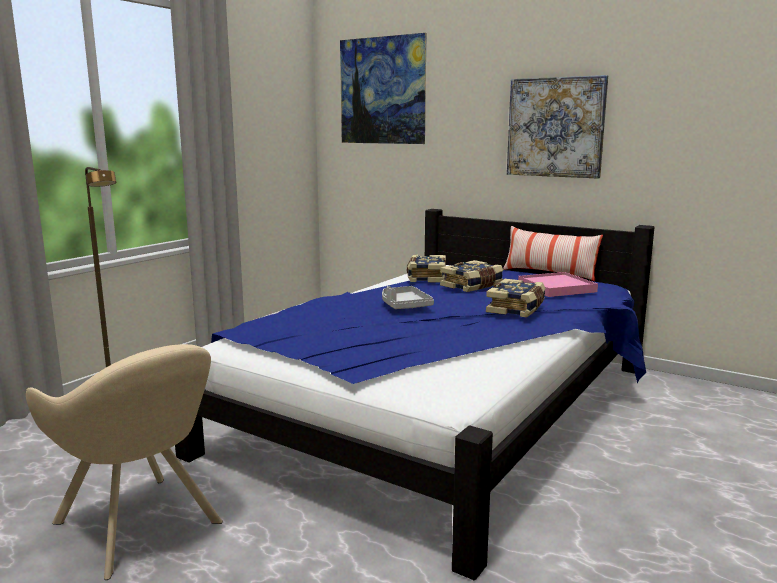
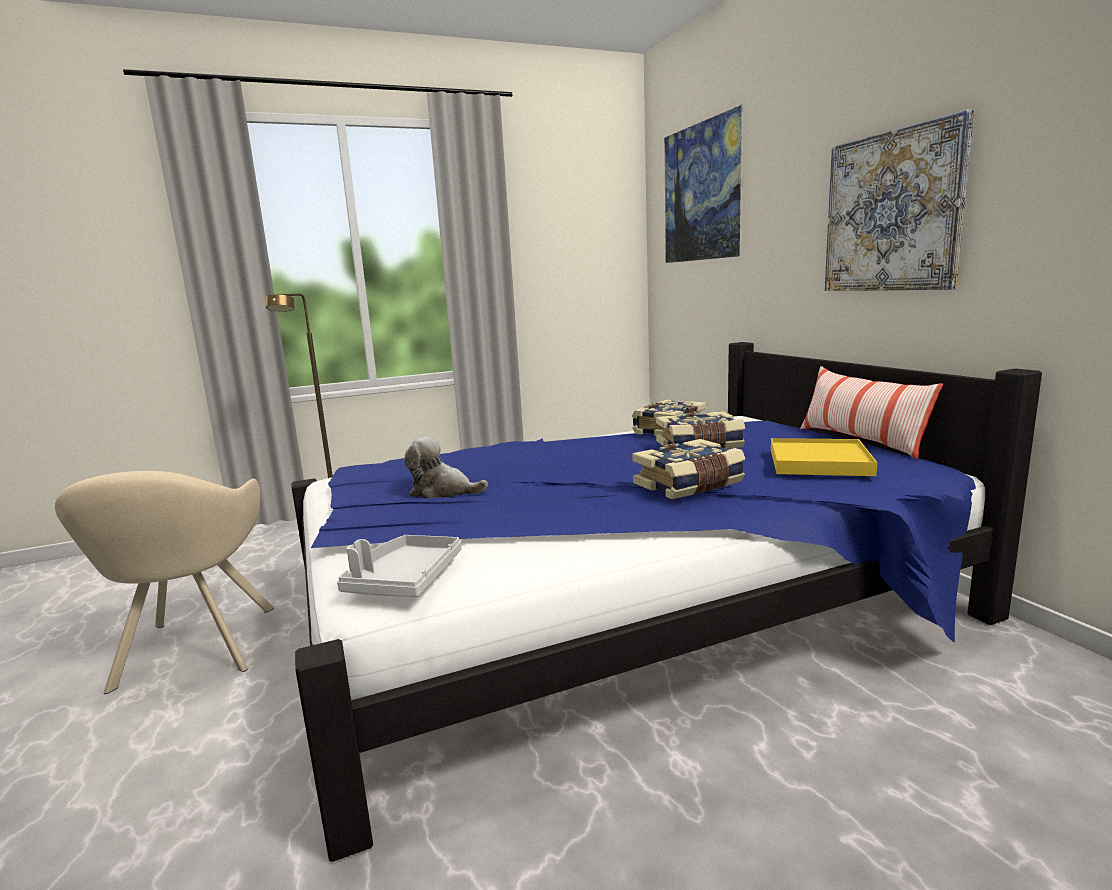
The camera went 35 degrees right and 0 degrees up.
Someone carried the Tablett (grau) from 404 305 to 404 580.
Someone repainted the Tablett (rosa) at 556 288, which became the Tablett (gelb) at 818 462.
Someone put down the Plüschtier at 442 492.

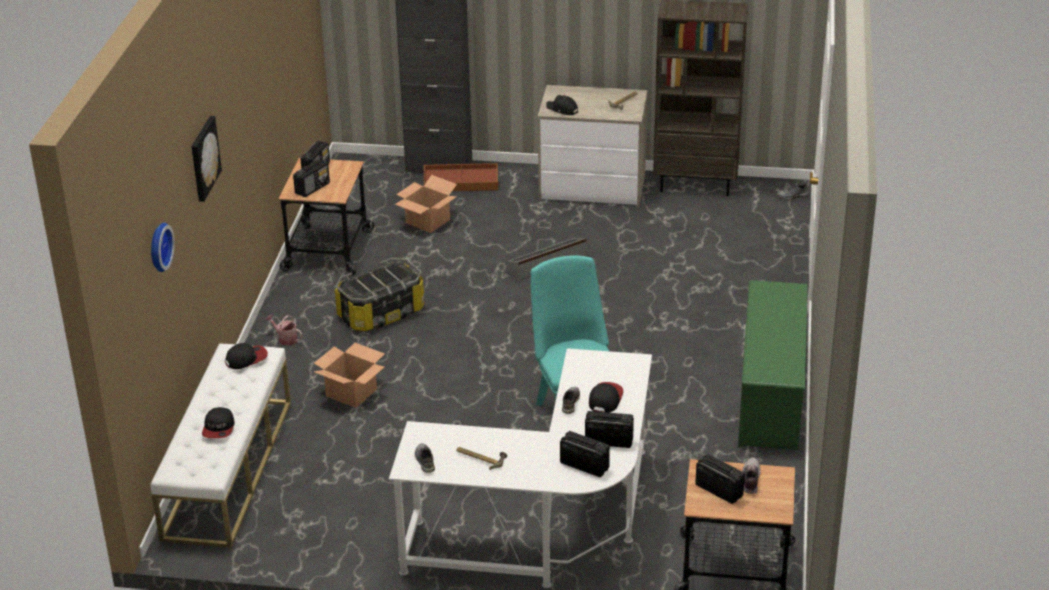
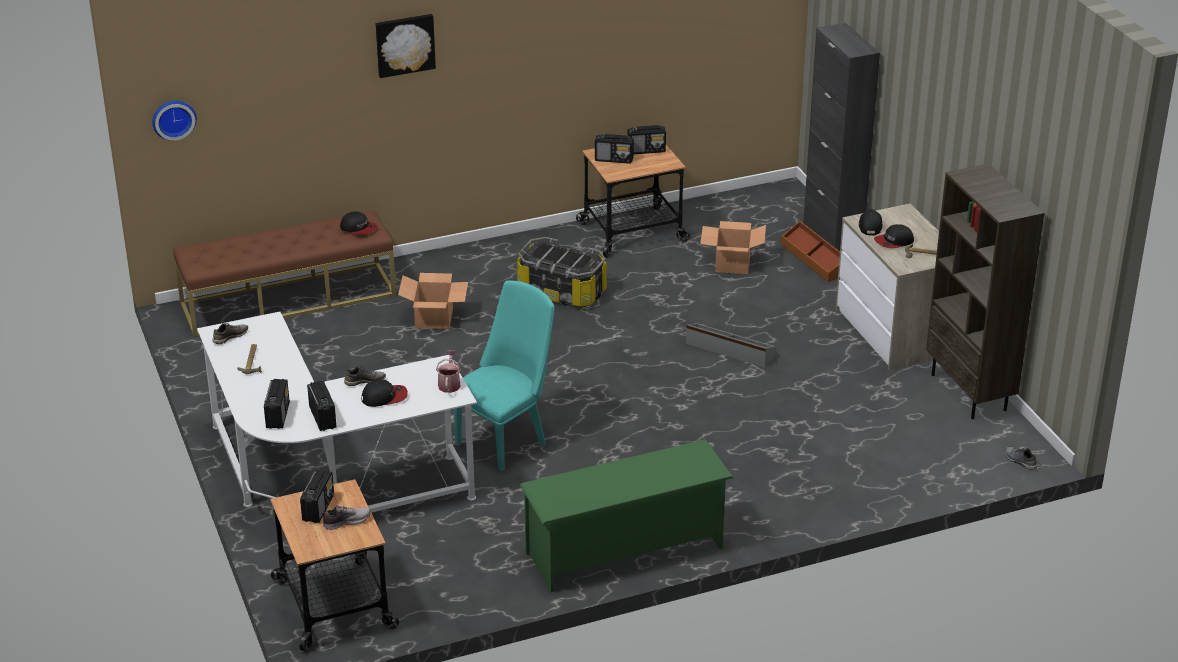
The camera went 60 degrees right and 0 degrees up.
Someone carried the Wanduhr from 158 247 to 173 118.
Someone repainted the Bank (weiß) at 228 468, which became the Bank (braun) at 288 299.
Someone carried the Kappe from 219 428 to 894 242.
Someone carried the Gießkanne from 285 339 to 449 384.

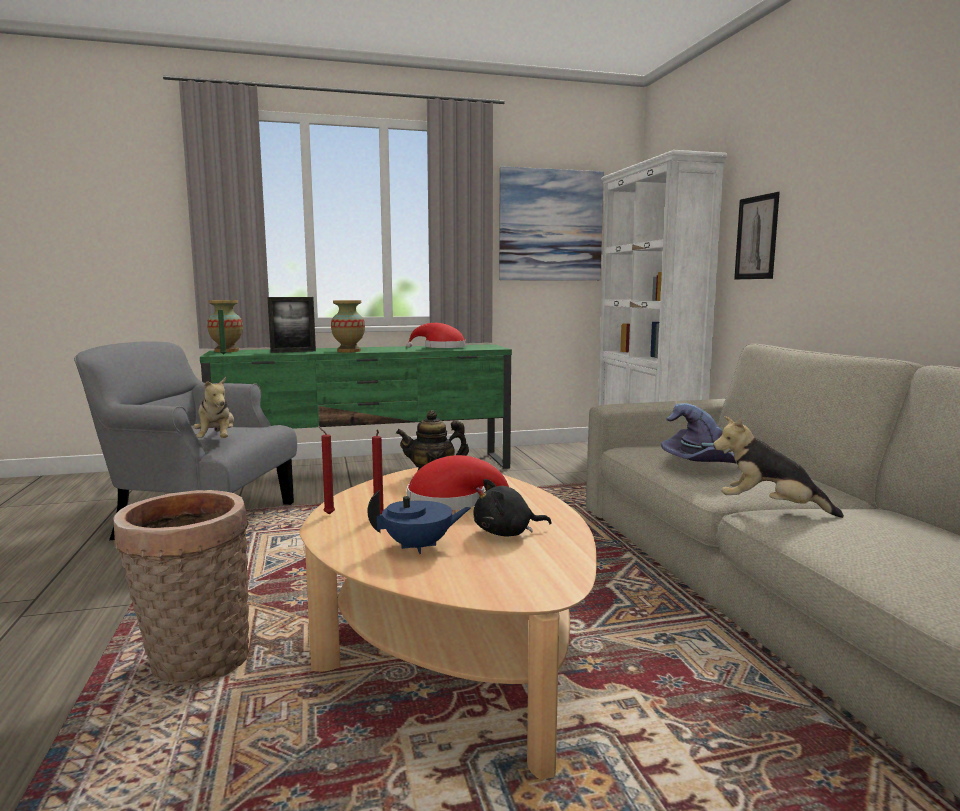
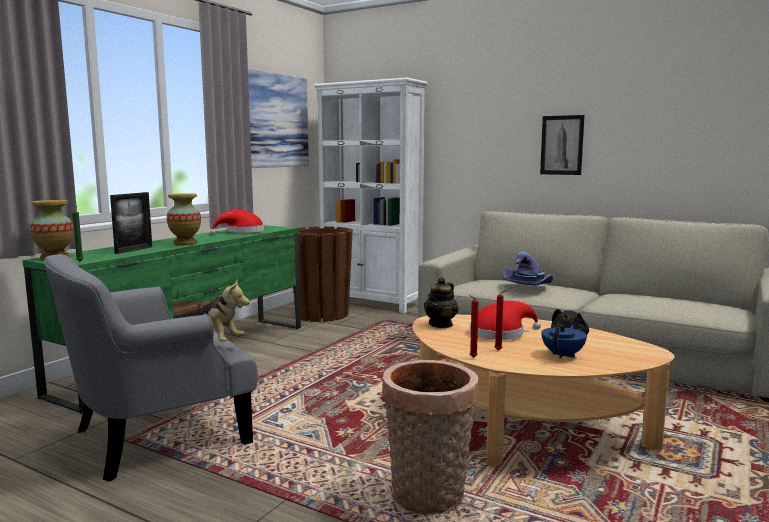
The camera went 45 degrees left and 0 degrees up.
Someone took away the Plüschtier at 770 508.
Someone carried the Bild from 756 237 to 562 145.
Someone put down the Pflanzkübel (braun) at 322 314.

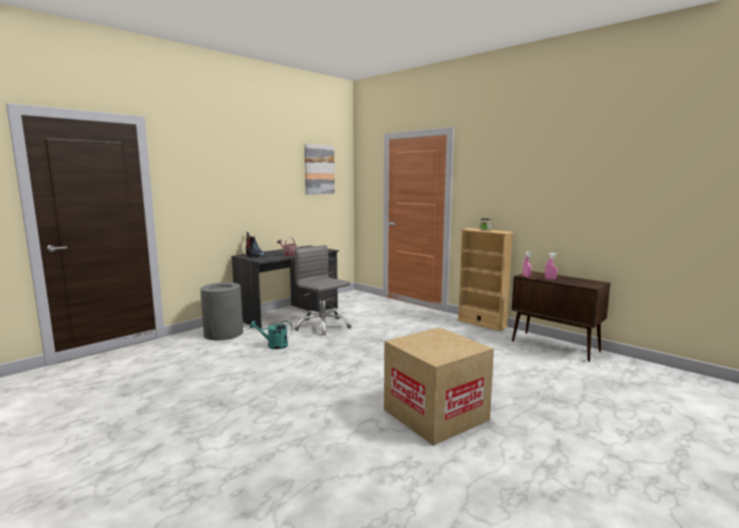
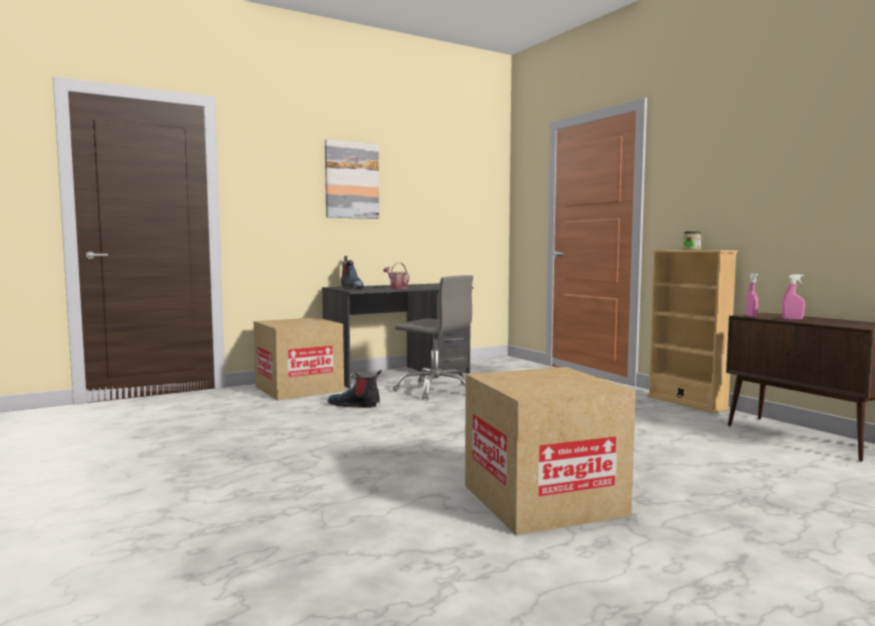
The camera went 15 degrees right and 5 degrees down.
Someone swapped the Mülleimer (grau) at 223 333 for the Karton at 299 389.
Someone swapped the Gießkanne (türkis) at 274 345 for the Stiefel at 355 405.
Someone rotated the Bürostuhl (grau) at 322 326 by 150 degrees clockwise.
Someone carried the Bild from 319 169 to 351 180.

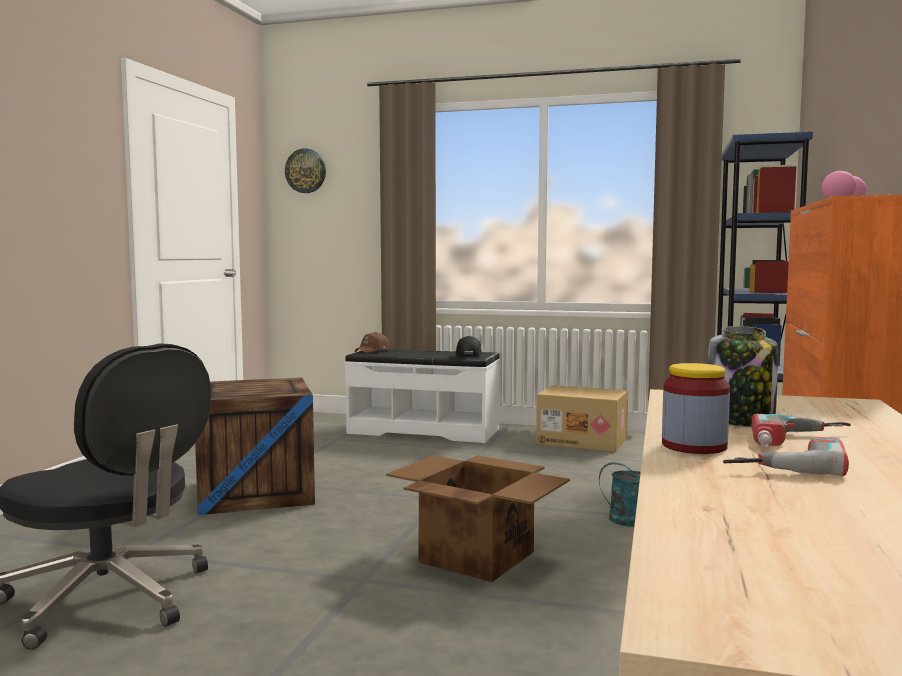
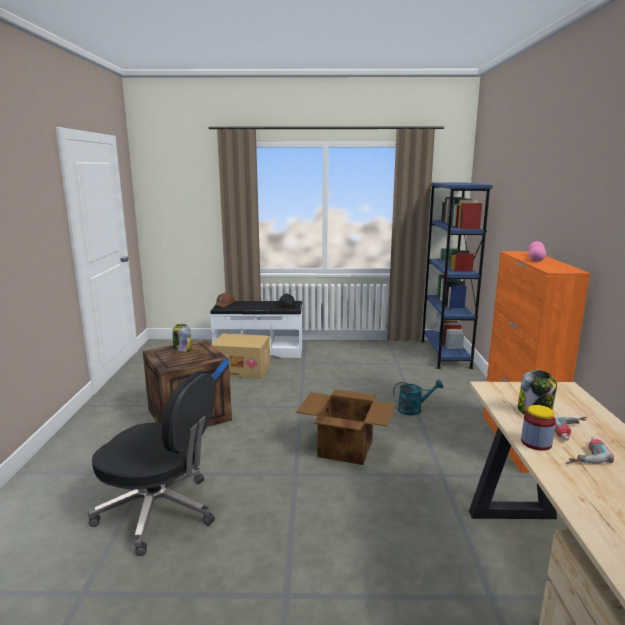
The camera went 15 degrees left and 10 degrees up.
Someone took away the Wanduhr at 306 171.
Someone carried the Karton from 583 441 to 242 369.
Someone put down the Vorratsglas at 182 349.

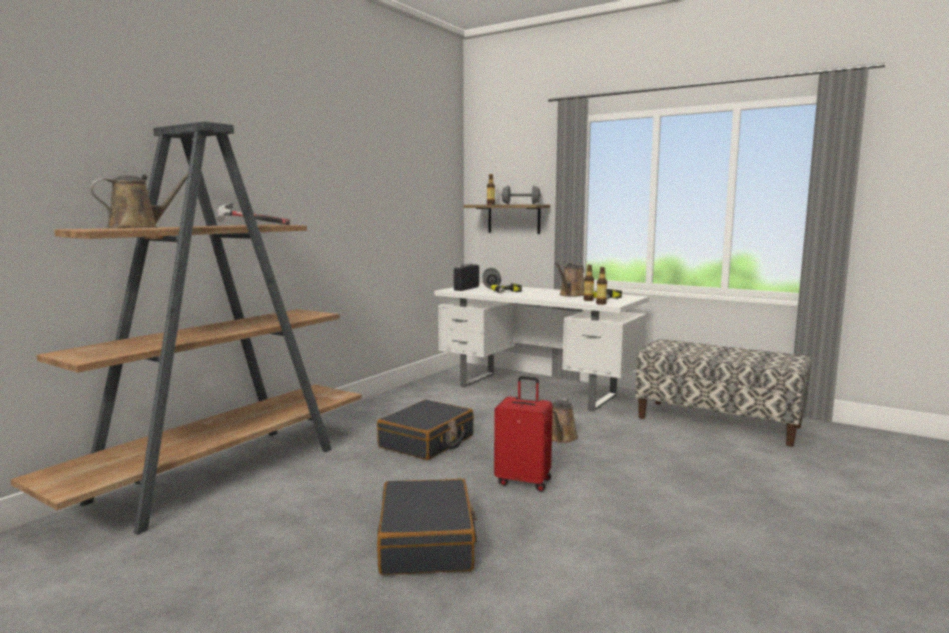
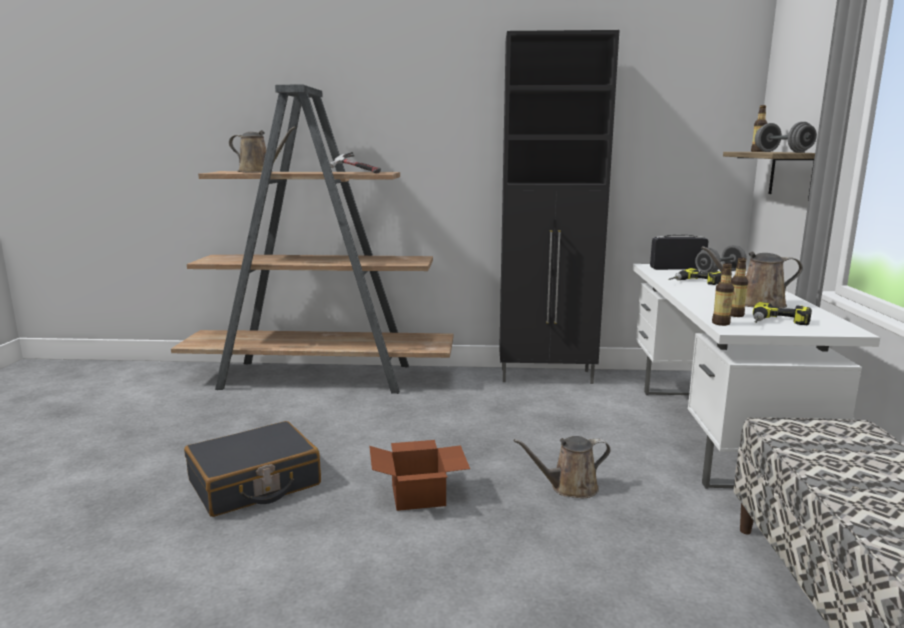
The camera went 60 degrees right and 5 degrees up.
Someone took away the Koffer (schwarz) at 427 442.
Someone swapped the Koffer (rot) at 524 481 for the Karton at 420 495.
Someone put down the Schrank (schwarz) at 547 376.

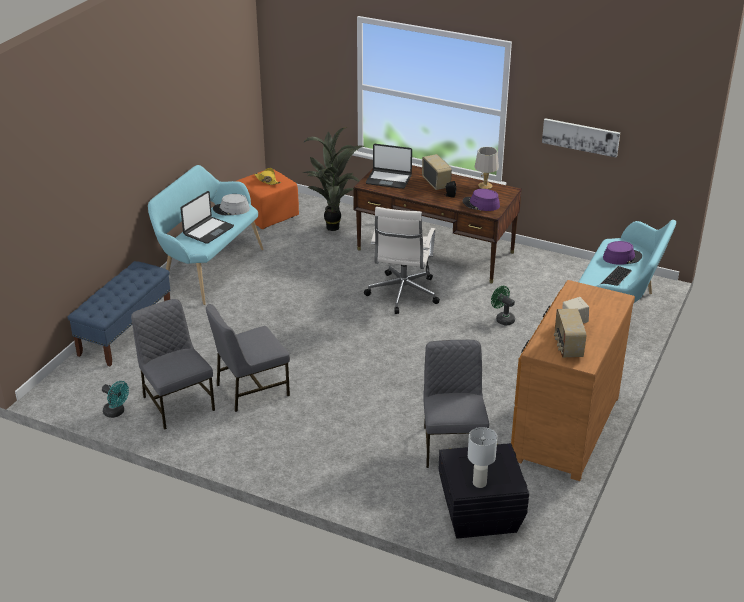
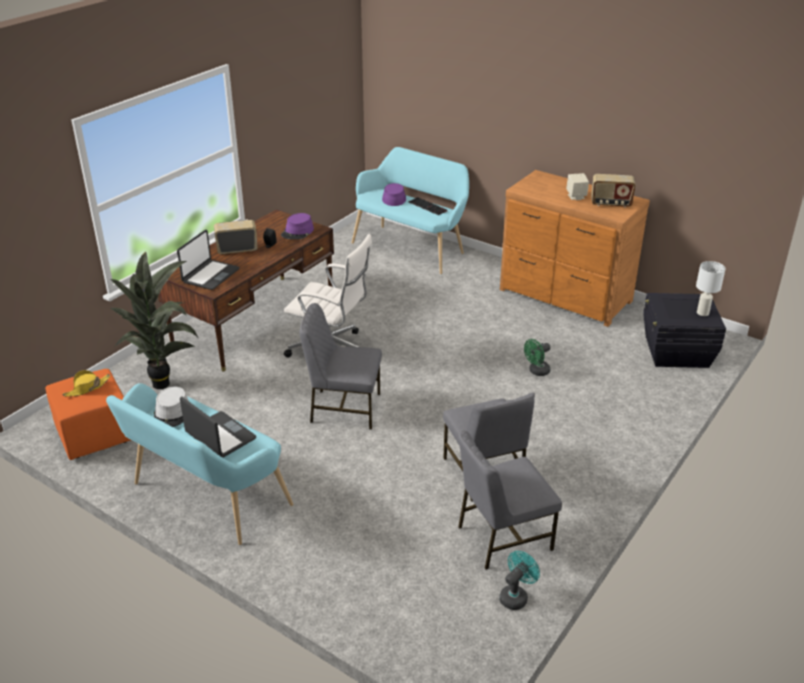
The camera went 80 degrees left and 0 degrees up.
Someone took away the Bank (blau) at 125 332.
Someone carried the Stuhl (grau) from 452 445 to 344 408.
Someone took away the Tischlampe (grau) at 485 186.
Someone carried the Ventilator (grün) from 502 319 to 536 371.
Someone took away the Bild at 580 137.

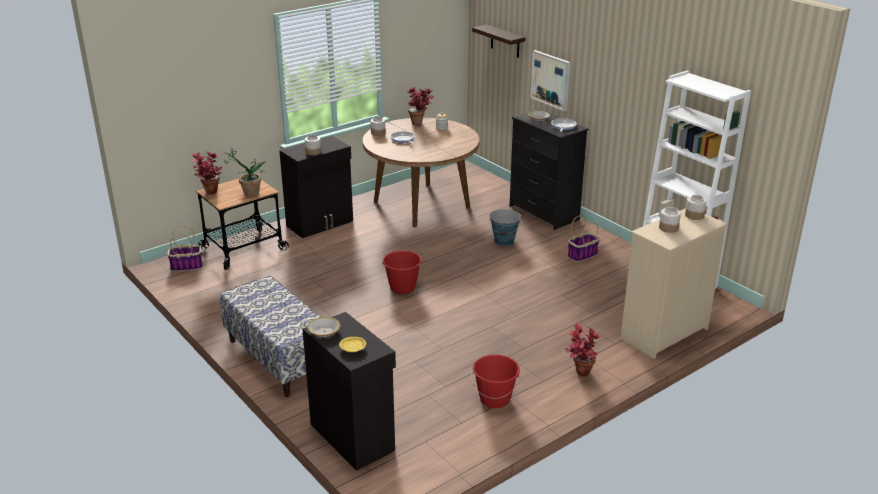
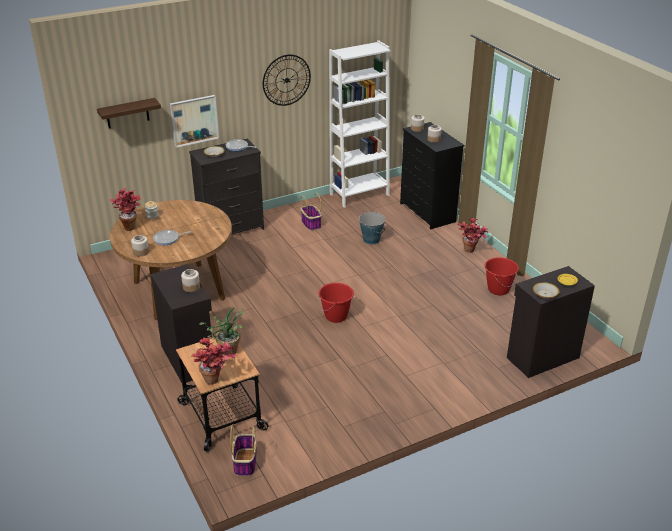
The camera went 80 degrees left and 5 degrees up.
Someone took away the Bank at 279 358.
Someone carried the Eimer from 504 241 to 371 240.
Someone repainted the Kommode (beige) at 663 334, which became the Kommode (schwarz) at 427 213.
Someone put up the Wanduhr at 286 80.

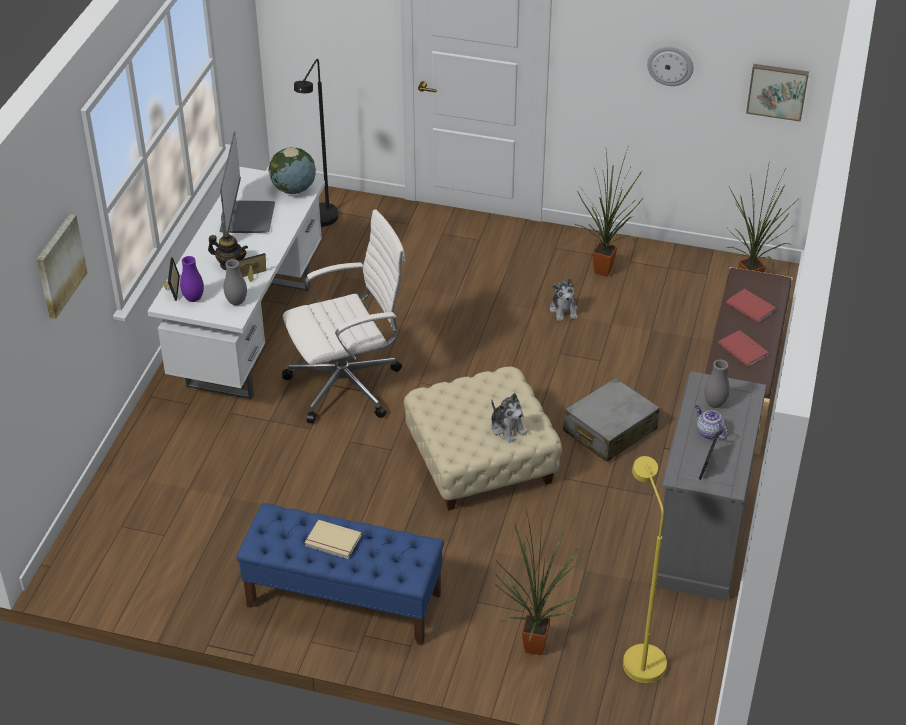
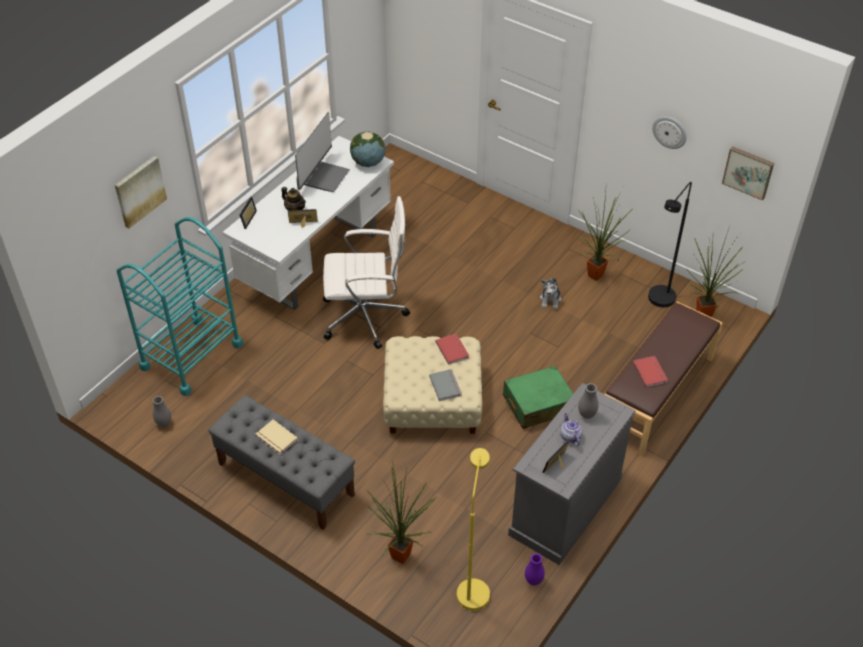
The camera went 20 degrees right and 5 degrees up.
Someone carried the Vase (lila) from 193 298 to 533 580.
Someone carried the Vase (grau) from 236 302 to 164 423.
Someone repainted the Bank (blau) at 343 600, which became the Bank (grau) at 285 479.
Someone carried the Stehlampe (schwarz) from 320 222 to 659 303.
Someone swapped the Plüschtier at 507 428 for the Buch (grau) at 446 385.
Someone repainted the Koffer (grau) at 609 430, which became the Koffer (grün) at 537 404.
Someone carried the Buch (rot) from 751 307 to 453 349.
Someone put down the Rollwagen (türkis) at 191 355.

